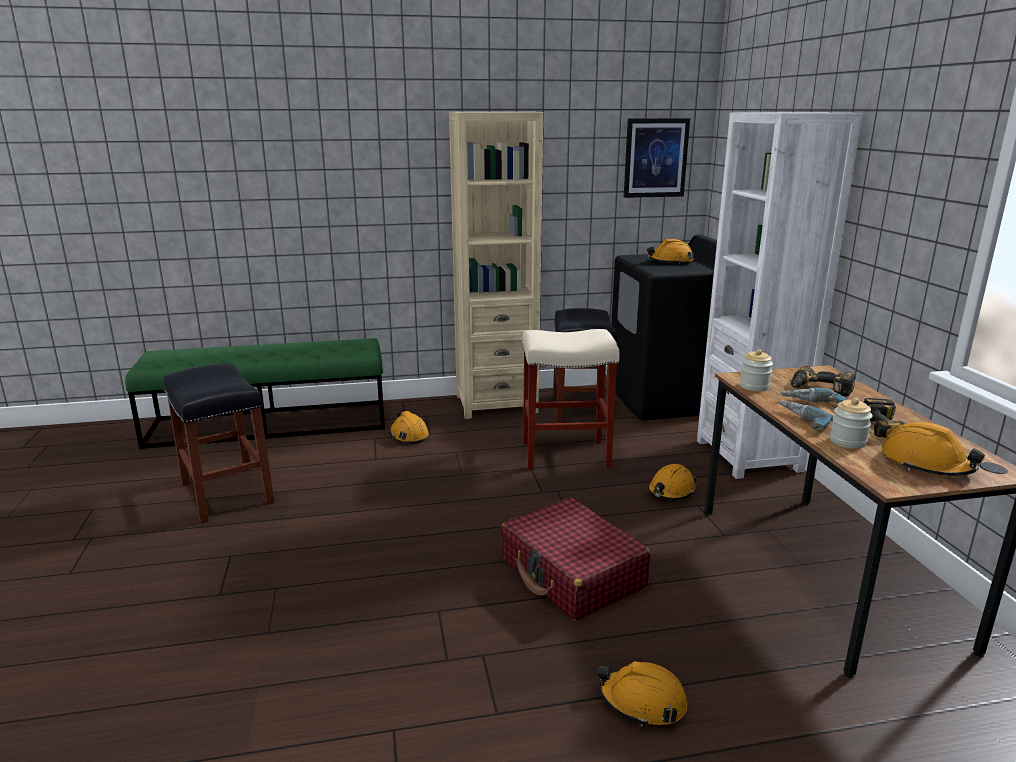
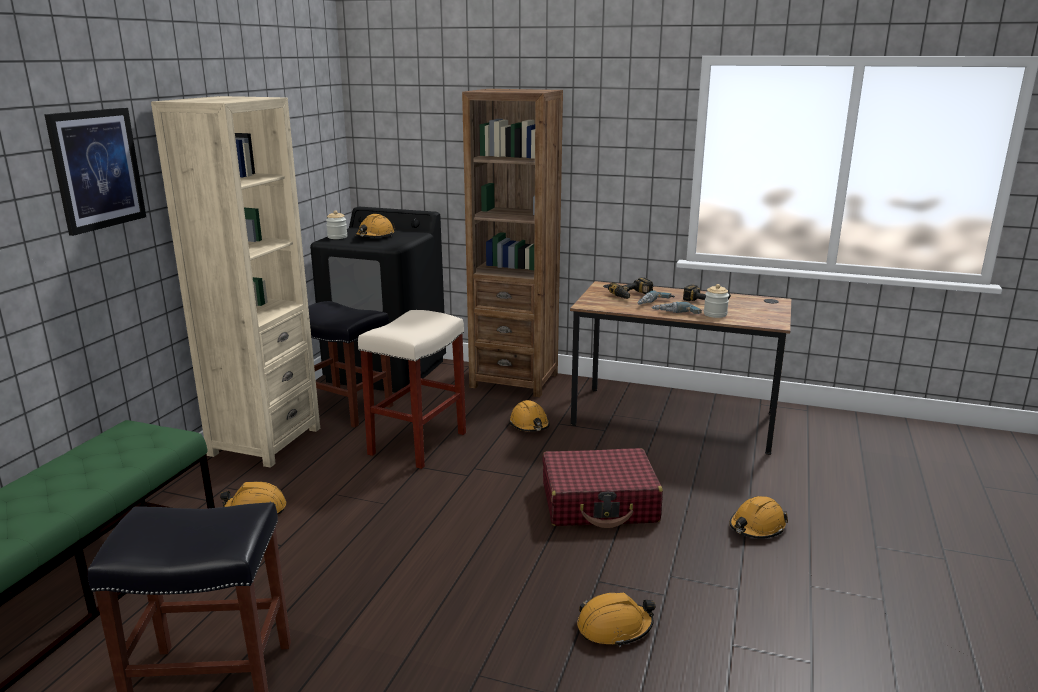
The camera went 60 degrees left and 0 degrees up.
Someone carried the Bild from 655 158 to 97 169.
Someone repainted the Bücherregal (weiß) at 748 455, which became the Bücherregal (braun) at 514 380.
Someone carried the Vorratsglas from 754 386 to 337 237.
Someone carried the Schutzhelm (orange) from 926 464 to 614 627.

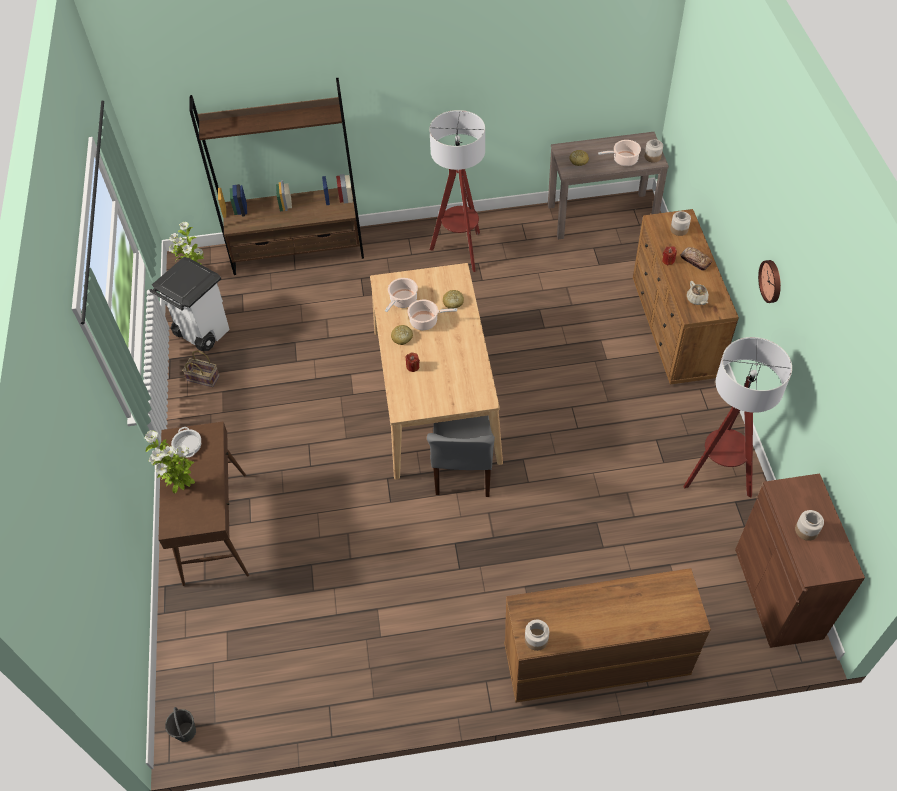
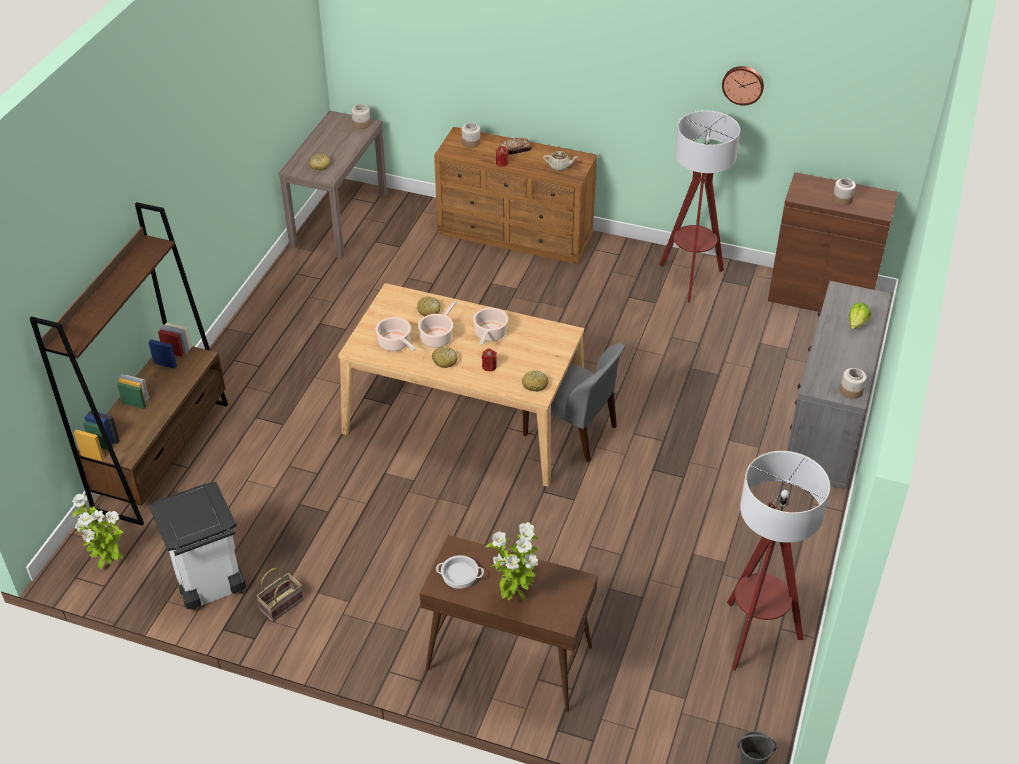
The camera went 65 degrees left and 10 degrees down.
Someone carried the Stehlampe from 461 251 to 754 636.
Someone repainted the Kommode (braun) at 594 660, which became the Kommode (grau) at 826 425.
Someone carried the Kochtopf from 623 160 to 490 334.
Someone carried the Wanduhr from 771 281 to 743 84.
Someone put down the Brot at 535 384.
Someone put down the Salatkopf at 857 323.

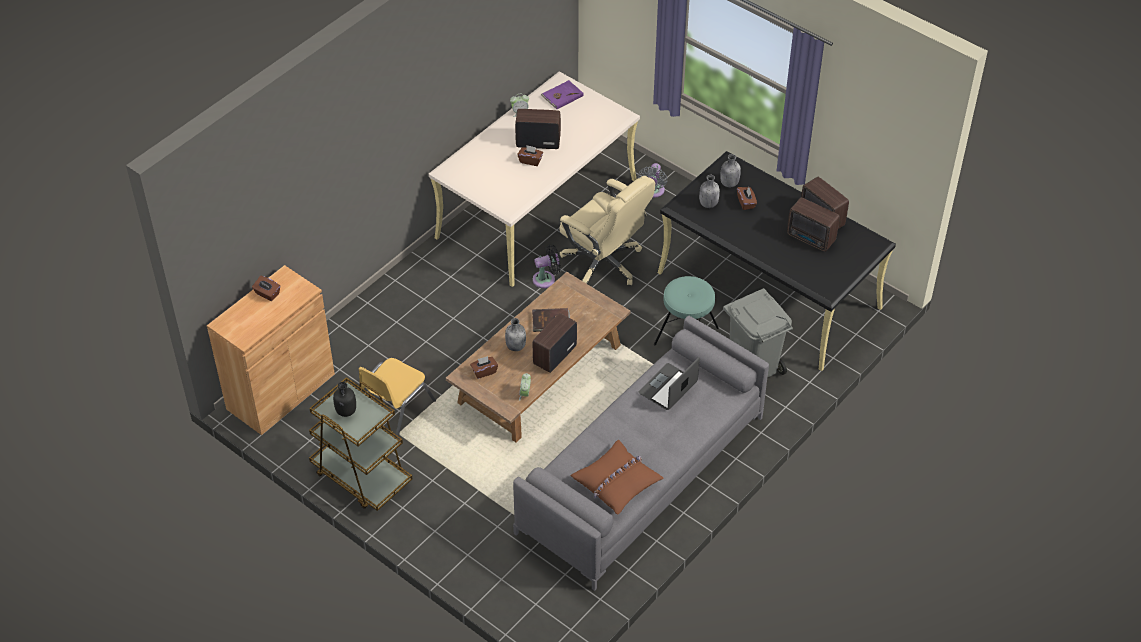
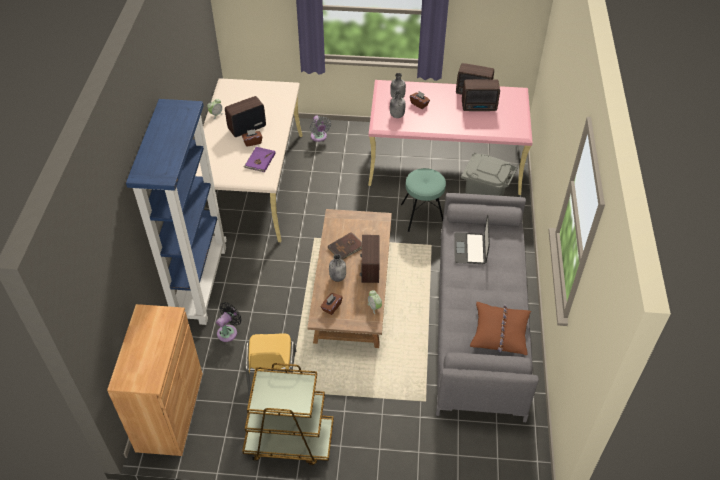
The camera went 35 degrees left and 0 degrees up.
Someone took away the Taschentuchbox (braun) at 267 294.
Someone took away the Flasche (schwarz) at 346 411.
Someone carried the Ventilator (schwarz) from 546 279 to 229 332.
Someone carried the Buch (lila) from 562 96 to 259 160.
Someone took away the Bürostuhl (beige) at 604 263.
Someone repainted the Schreibtisch (schwarz) at 769 290, which became the Schreibtisch (rosa) at 445 162.
Someone put down the Bücherregal (blau) at 199 283.

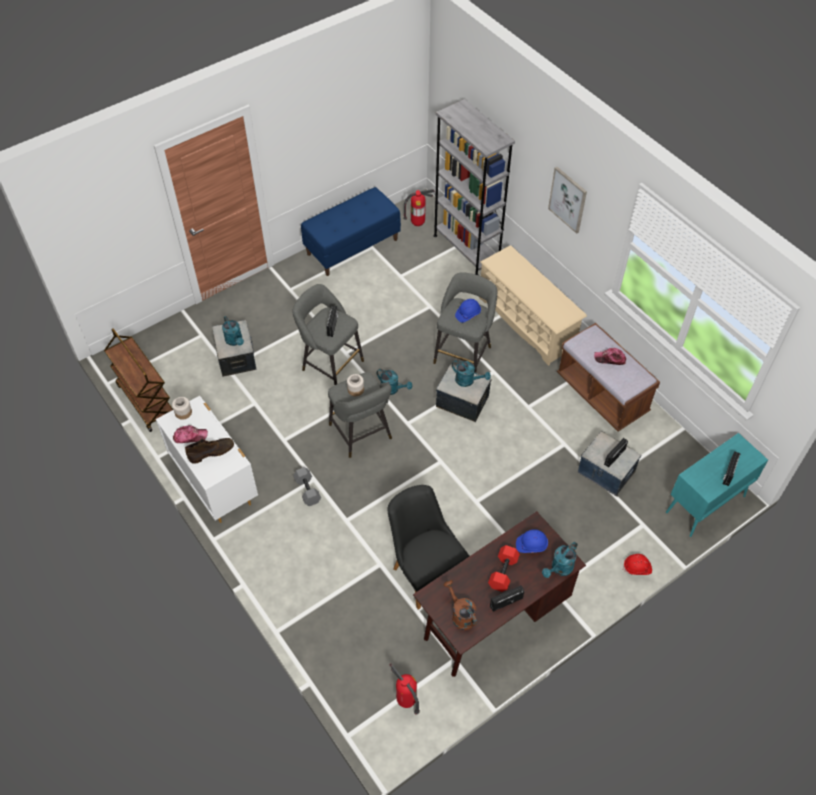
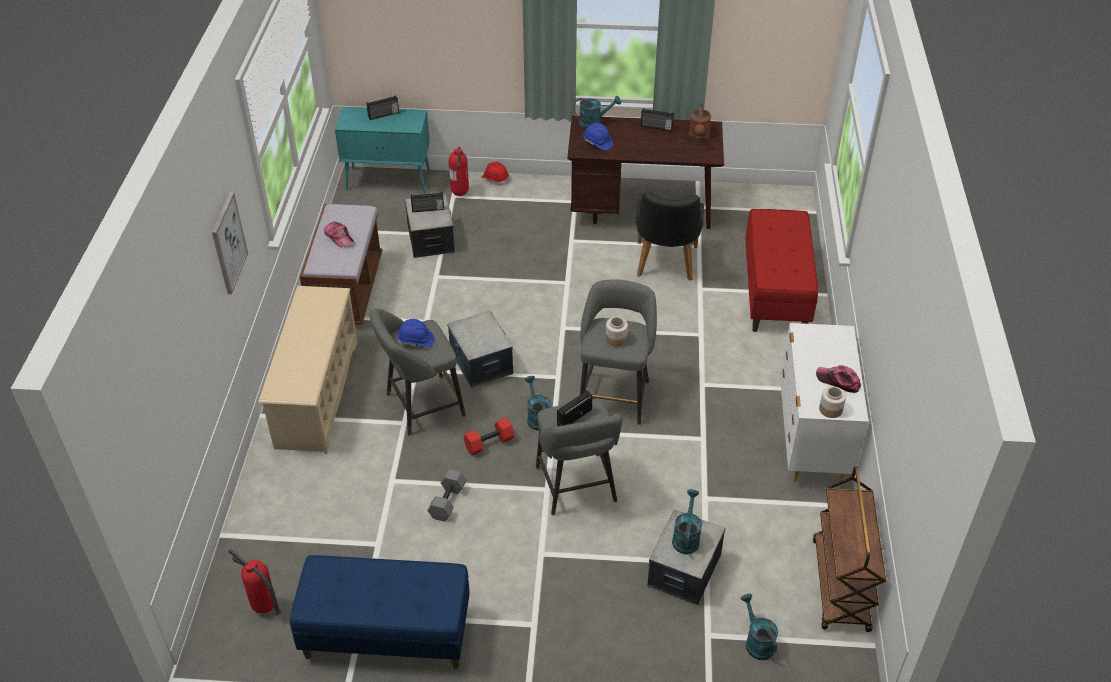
The camera went 140 degrees left and 10 degrees down.
Someone took away the Stiefel (braun) at 212 452.
Someone carried the Hantel (grau) from 307 490 to 448 502.
Someone carried the Feuerlöscher from 405 701 to 460 194.
Someone took away the Bücherregal (grau) at 466 249.
Someone carried the Gießkanne (türkis) from 468 381 to 756 641.
Someone carried the Hantel (rot) from 502 572 to 489 444.
Someone put down the Bank (rot) at 775 293.

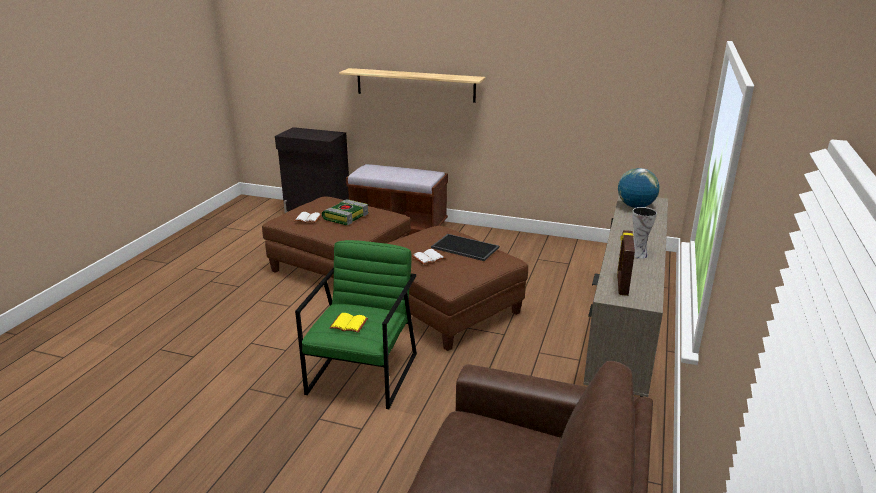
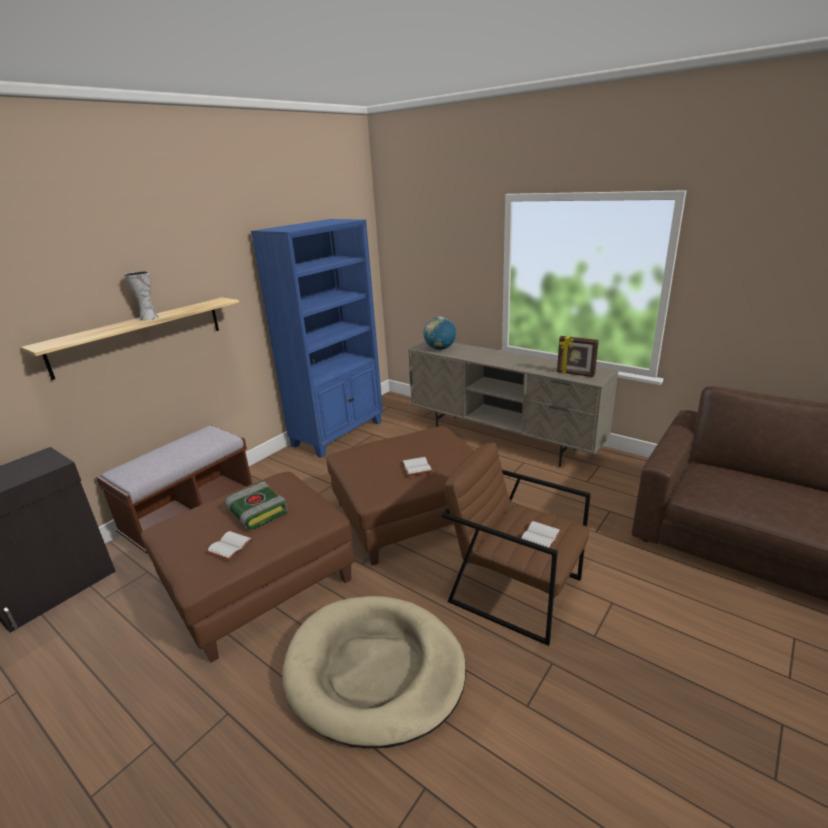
The camera went 70 degrees left and 0 degrees up.
Someone repainted the Sessel (grün) at 363 373, which became the Sessel (braun) at 515 589.
Someone repainted the Buch (gelb) at 348 324, which became the Buch (weiß) at 541 537.
Someone took away the Tablett at 464 248.
Someone carried the Vase from 638 254 to 148 318.
Someone put down the Bücherregal (blau) at 339 433.
Someone put down the Hundebett (beige) at 375 670.

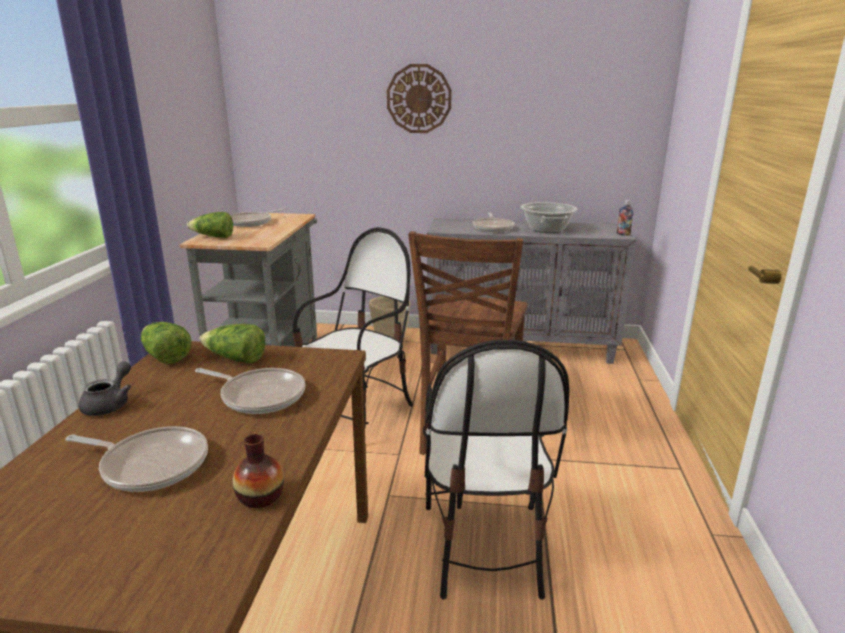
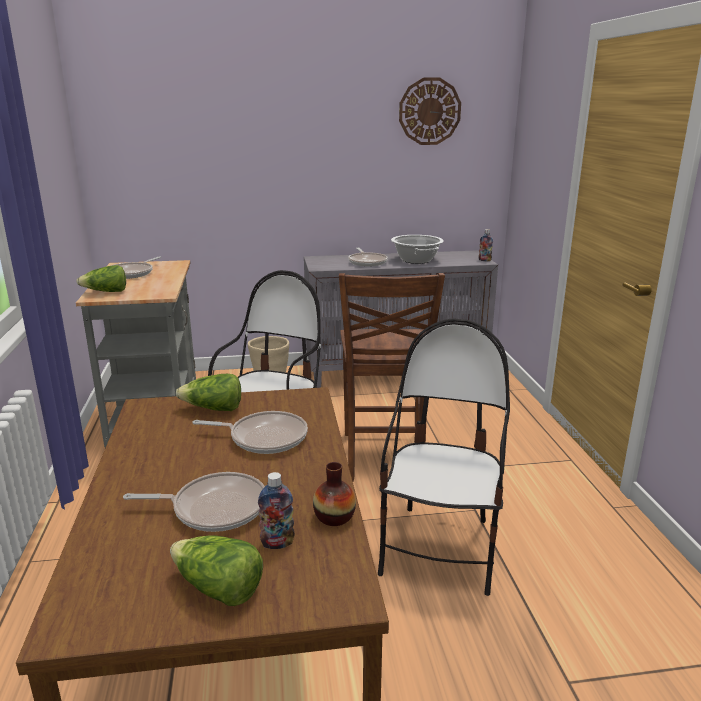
The camera went 15 degrees left and 0 degrees up.
Someone took away the Teekanne (grau) at 110 404.
Someone carried the Salatkopf from 165 356 to 218 588.
Someone carried the Wanduhr from 419 99 to 429 111.
Someone rotated the Stuhl at 483 546 by 150 degrees counterclockwise.
Someone put down the Flasche at 277 543.

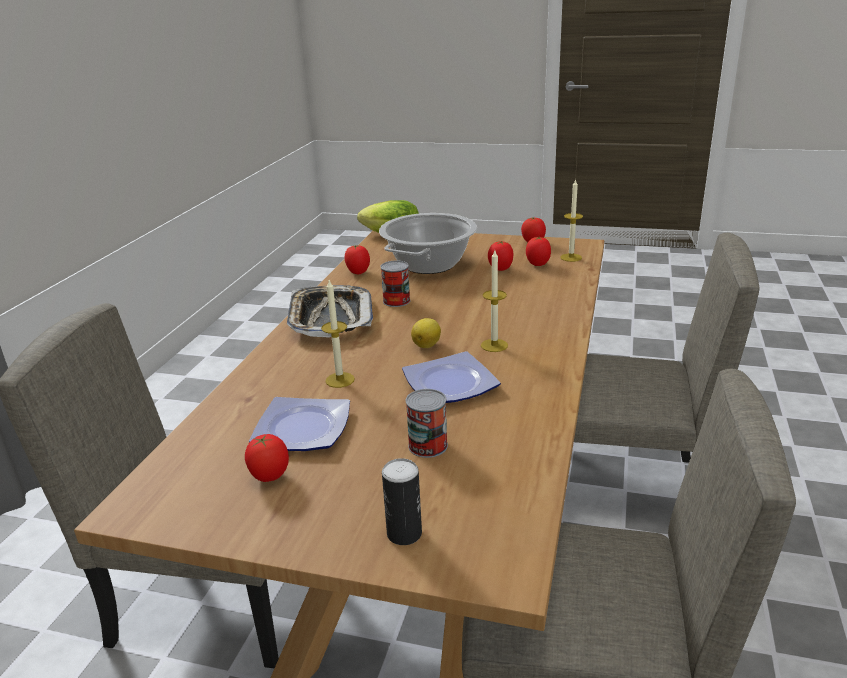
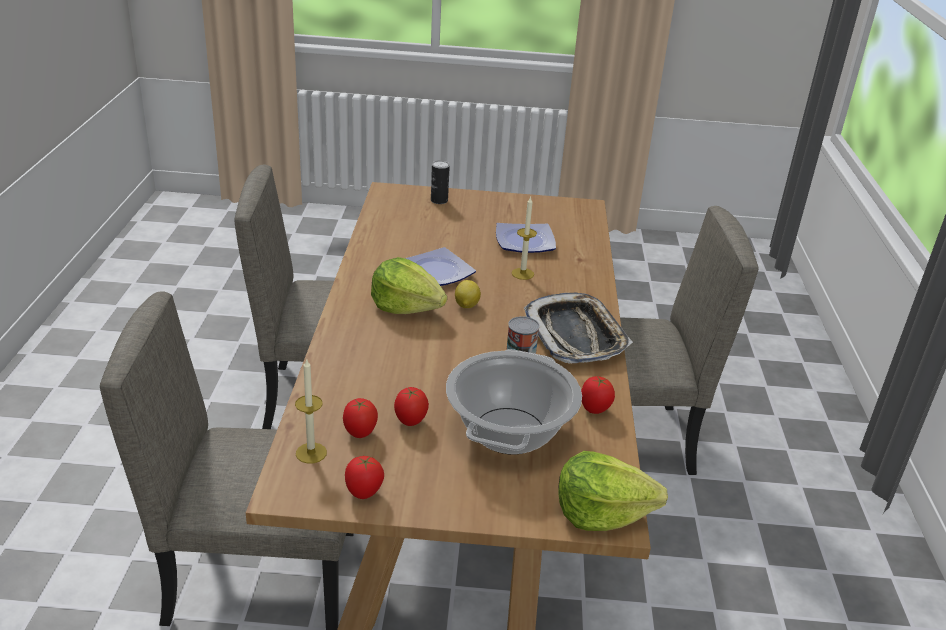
The camera went 165 degrees right and 5 degrees up.
Someone took away the Tomate at 269 477.
Someone took away the Dose at 428 445.
Someone swapped the Kerze at 494 345 for the Salatkopf at 406 306.

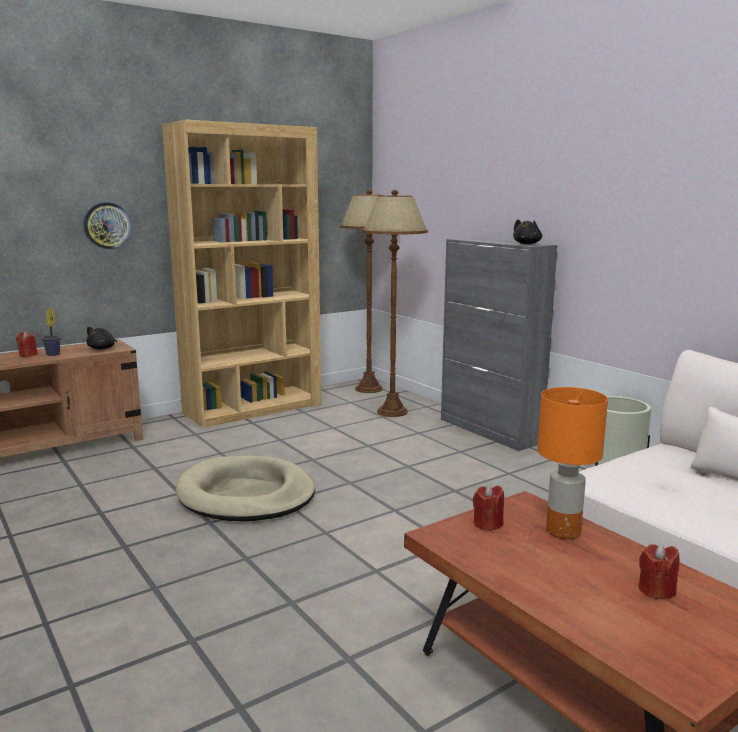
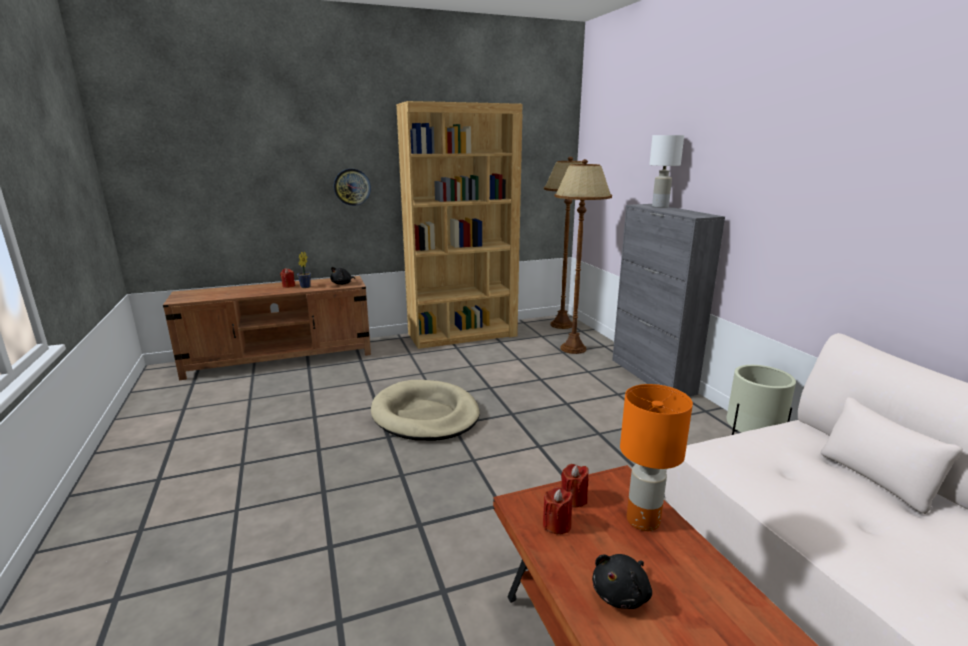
The camera went 15 degrees right and 5 degrees up.
Someone carried the Plüschtier (schwarz) from 527 244 to 622 594.
Someone carried the Kerze (rot) from 656 590 to 556 525.
Someone put down the Tischlampe (weiß) at 660 207.

